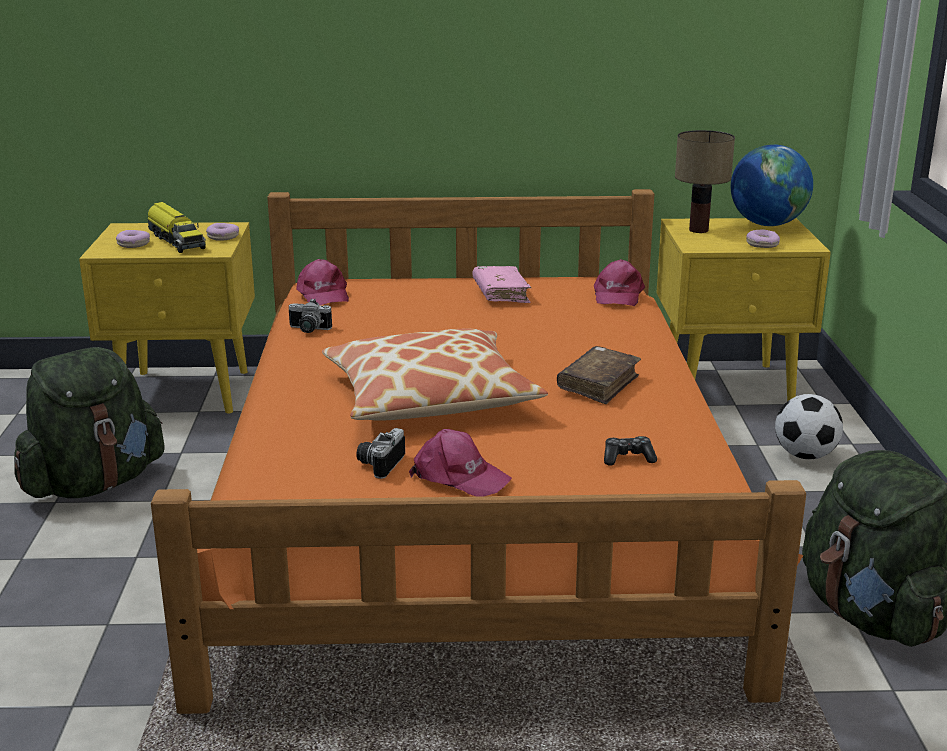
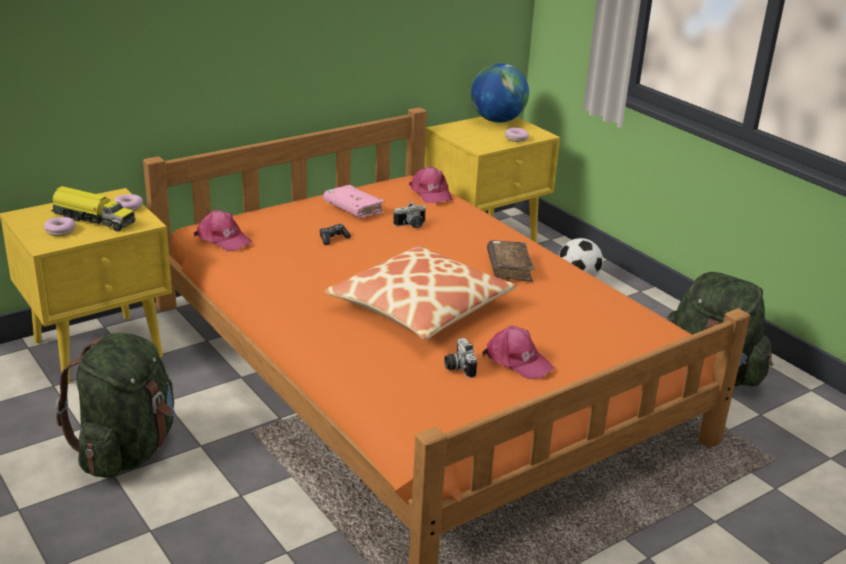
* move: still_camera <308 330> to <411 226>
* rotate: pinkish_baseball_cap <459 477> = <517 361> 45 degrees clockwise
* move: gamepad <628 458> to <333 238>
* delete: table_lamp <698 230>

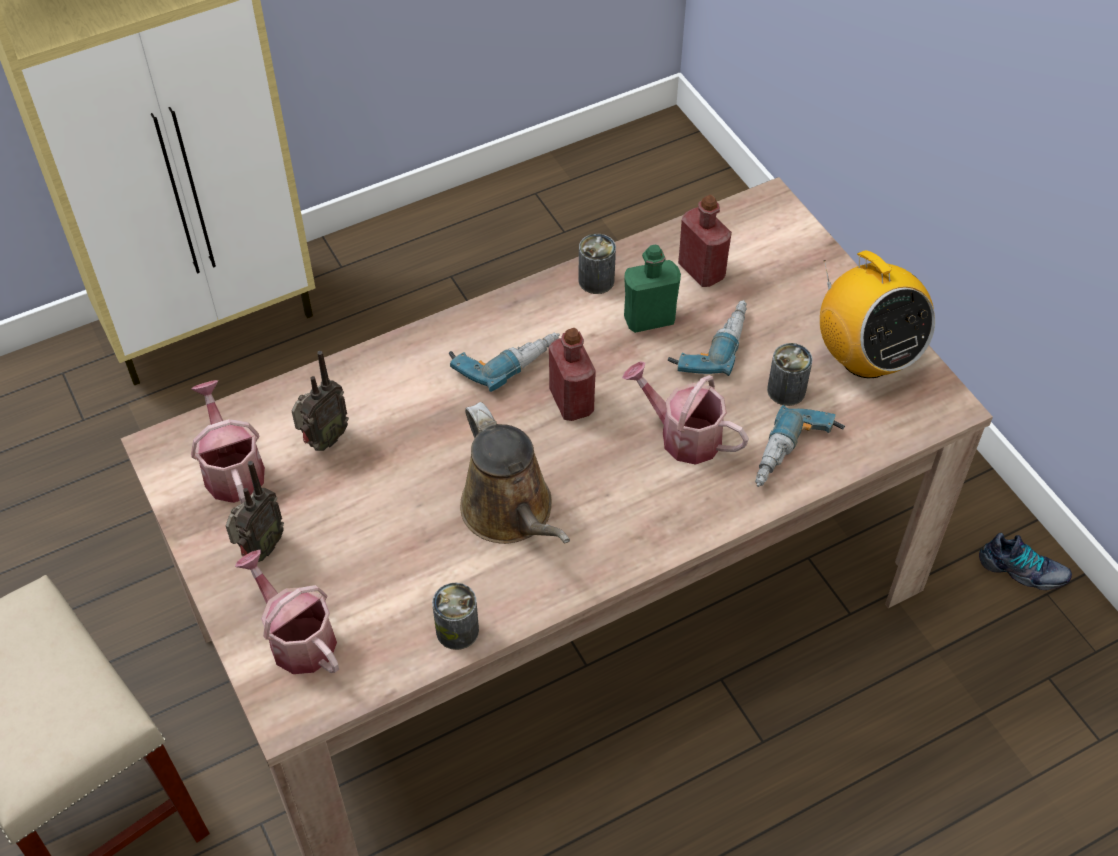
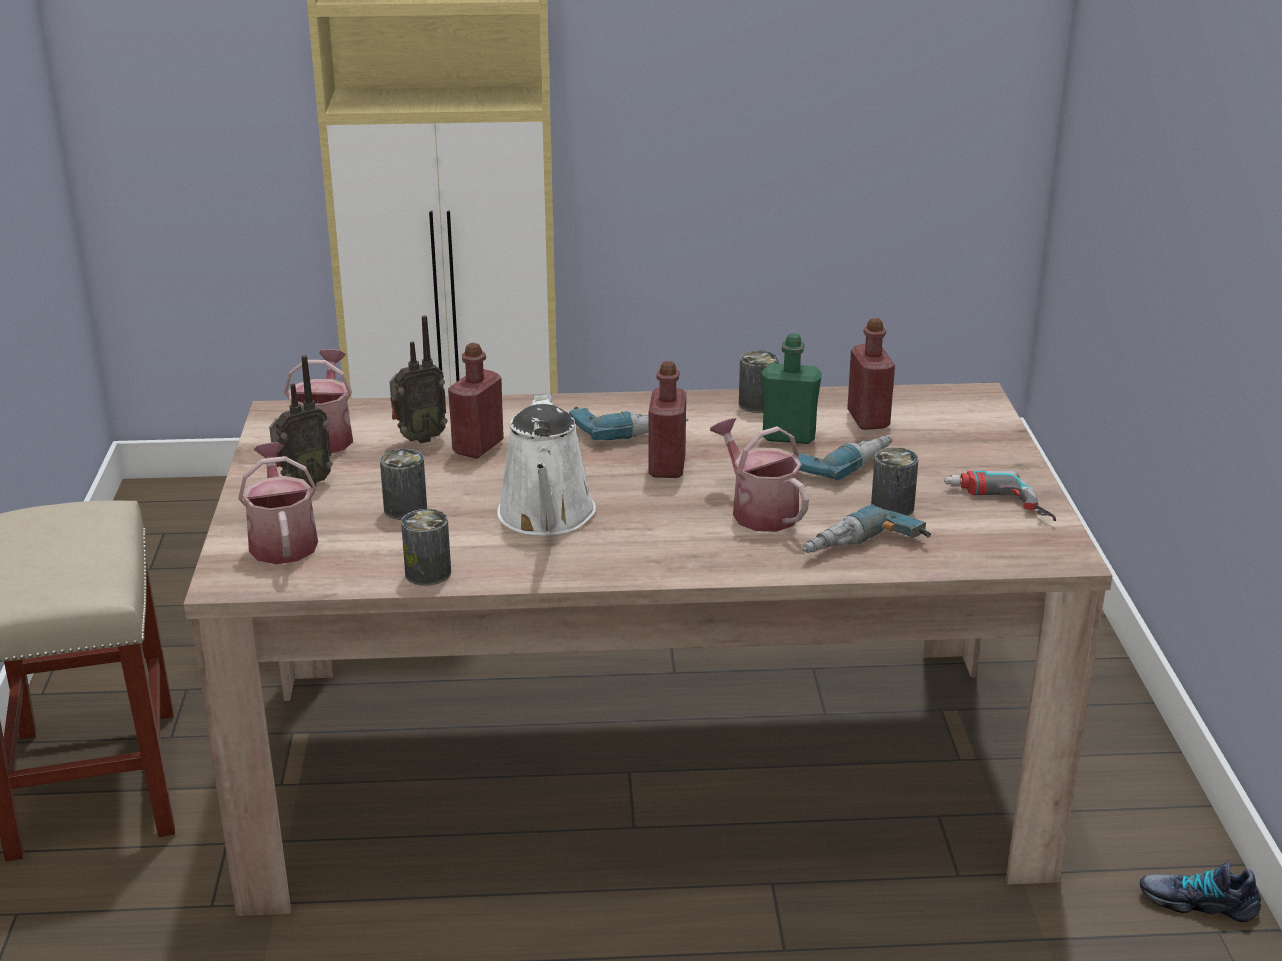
* recolor: brown_sprinkling_can <511 513> to white-coloured_sprinkling_can <546 517>
* replace: radio <865 357> to power_drill <997 506>
* rotate: item_of_footwear <1022 571> = <1197 902> 150 degrees clockwise
* insert: can <405 509>
* insert: reddish_bottle <478 447>

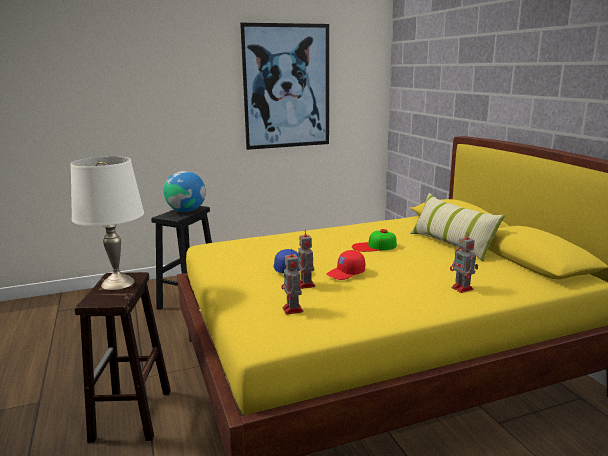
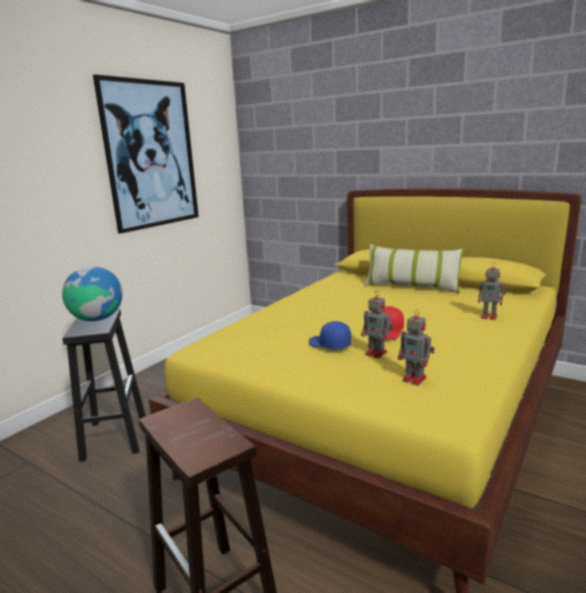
* delete: white-coloured_table_lamp <117 283>
* delete: baseball_cap <374 246>

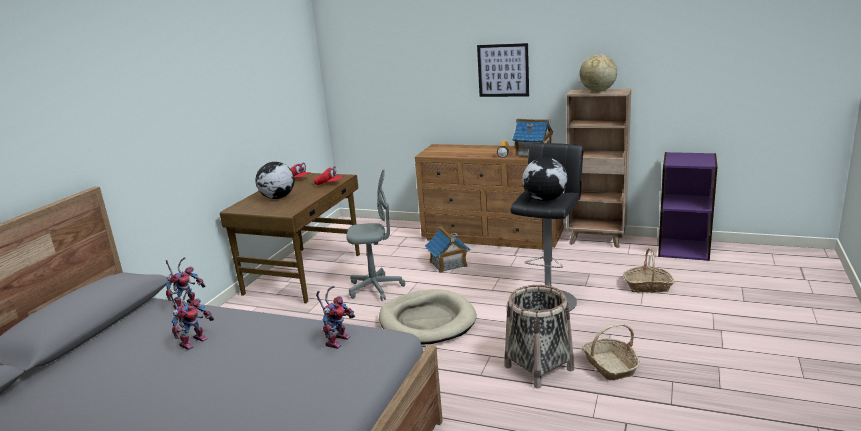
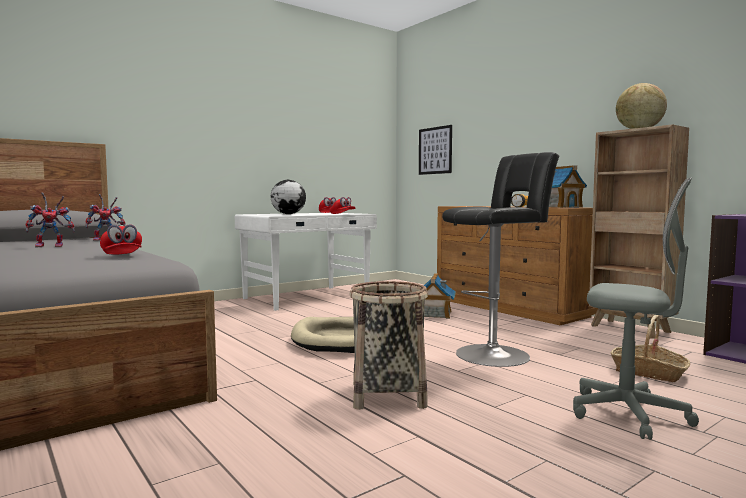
* recolor: brown_desk <305 273> to white-coloured_desk <308 298>
* replace: toy_robot <337 340> to reddish_baseball_cap <122 256>
* move: greyish_computer_chair <375 288> to <628 414>
* move: wall_picture <503 70> to <435 150>
* delete: globe <545 199>
* delete: storage_basket <610 366>

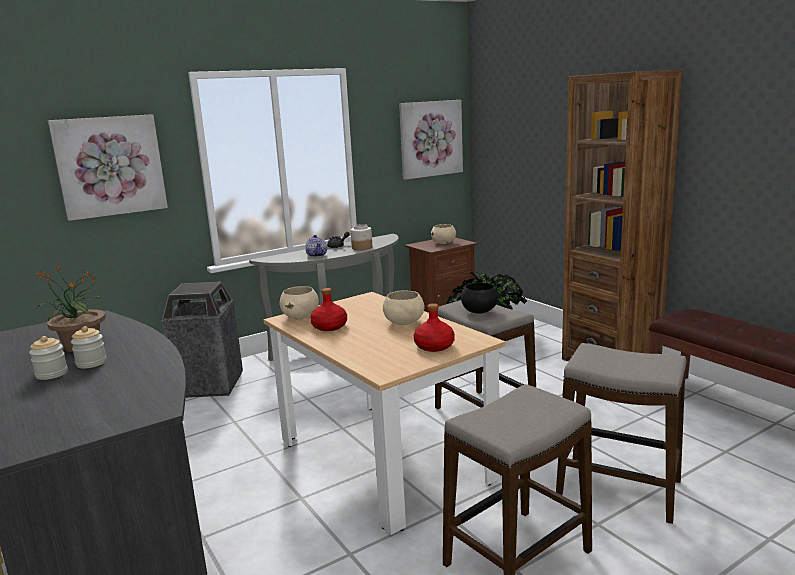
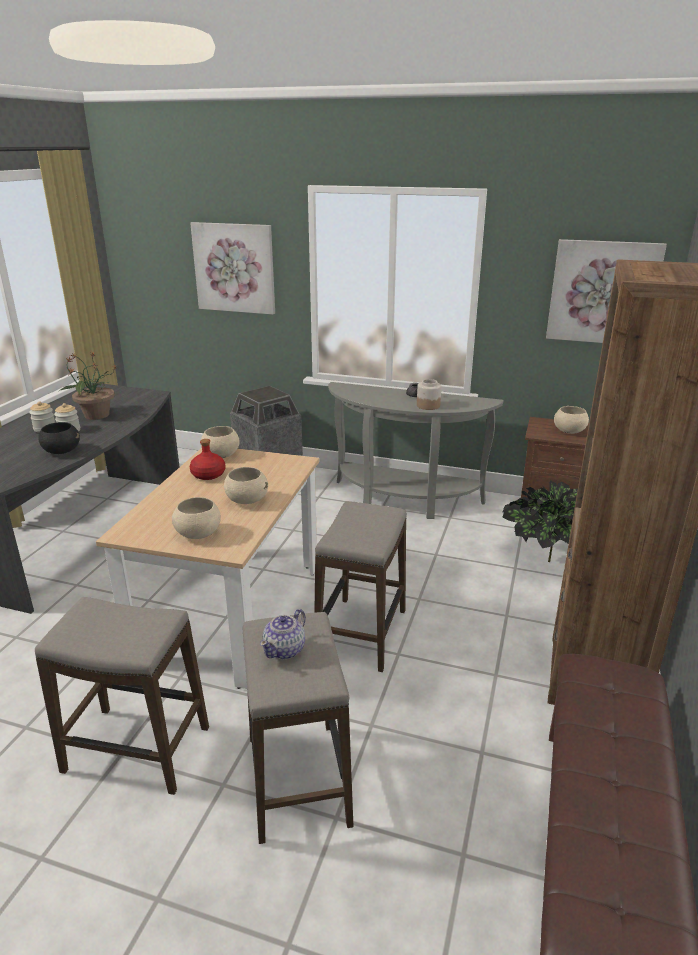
* move: tea_pot <317 255> to <285 649>
* replace: reddish_bottle <434 346> to sand-coloured_bowl <198 534>
* move: black-coloured_bowl <478 311> to <61 451>

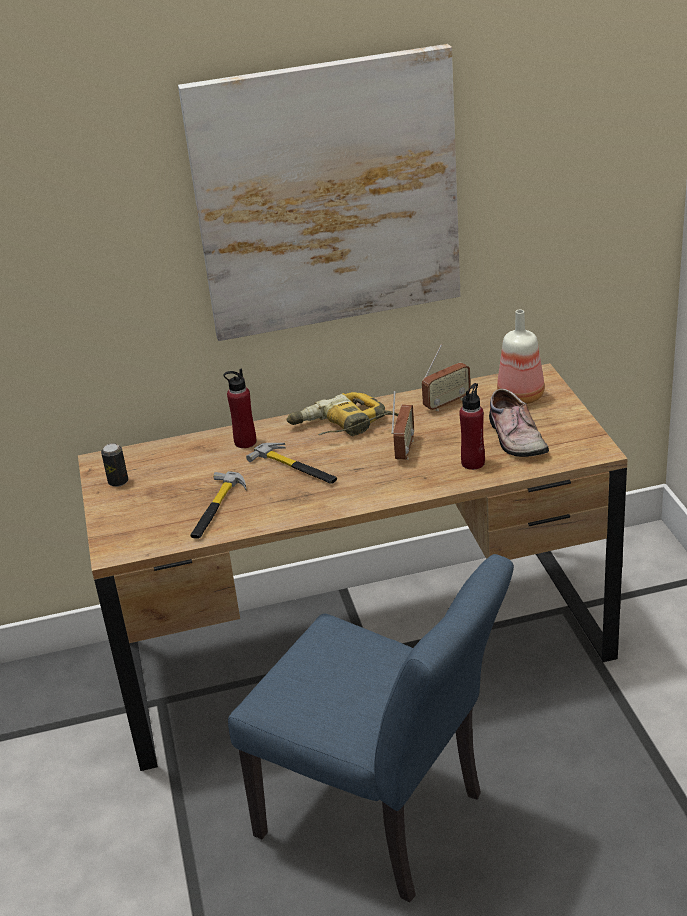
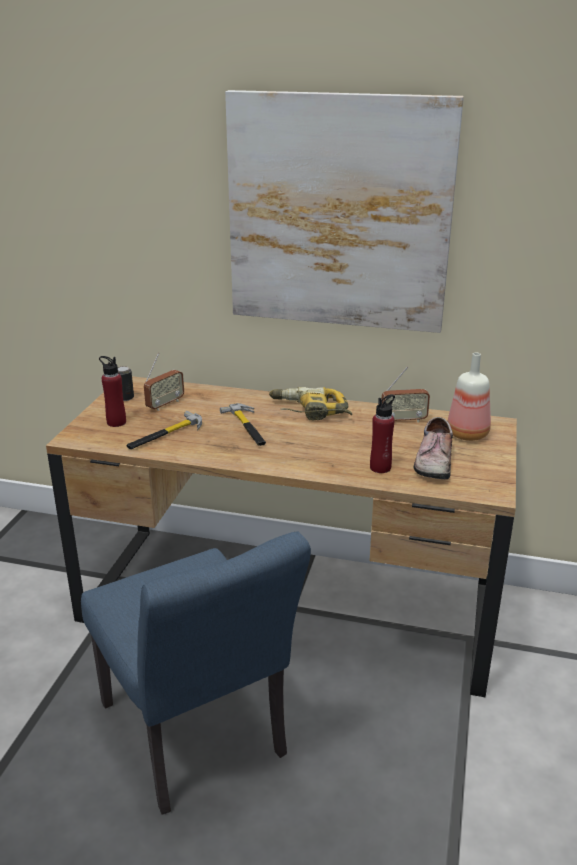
* move: reddish_bottle <245 442> to <116 422>
* move: radio <404 449> to <165 404>

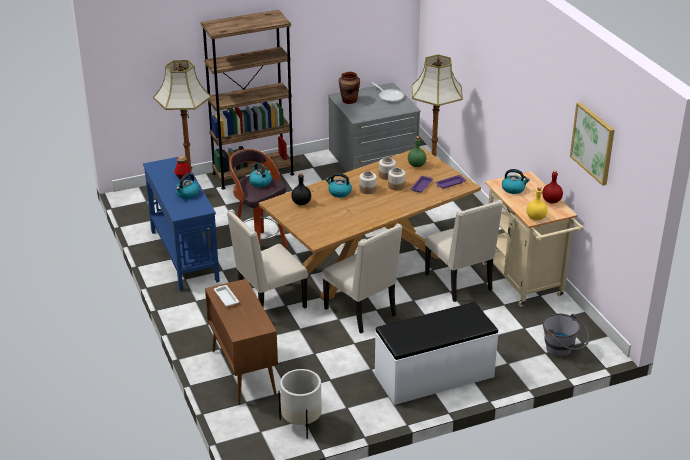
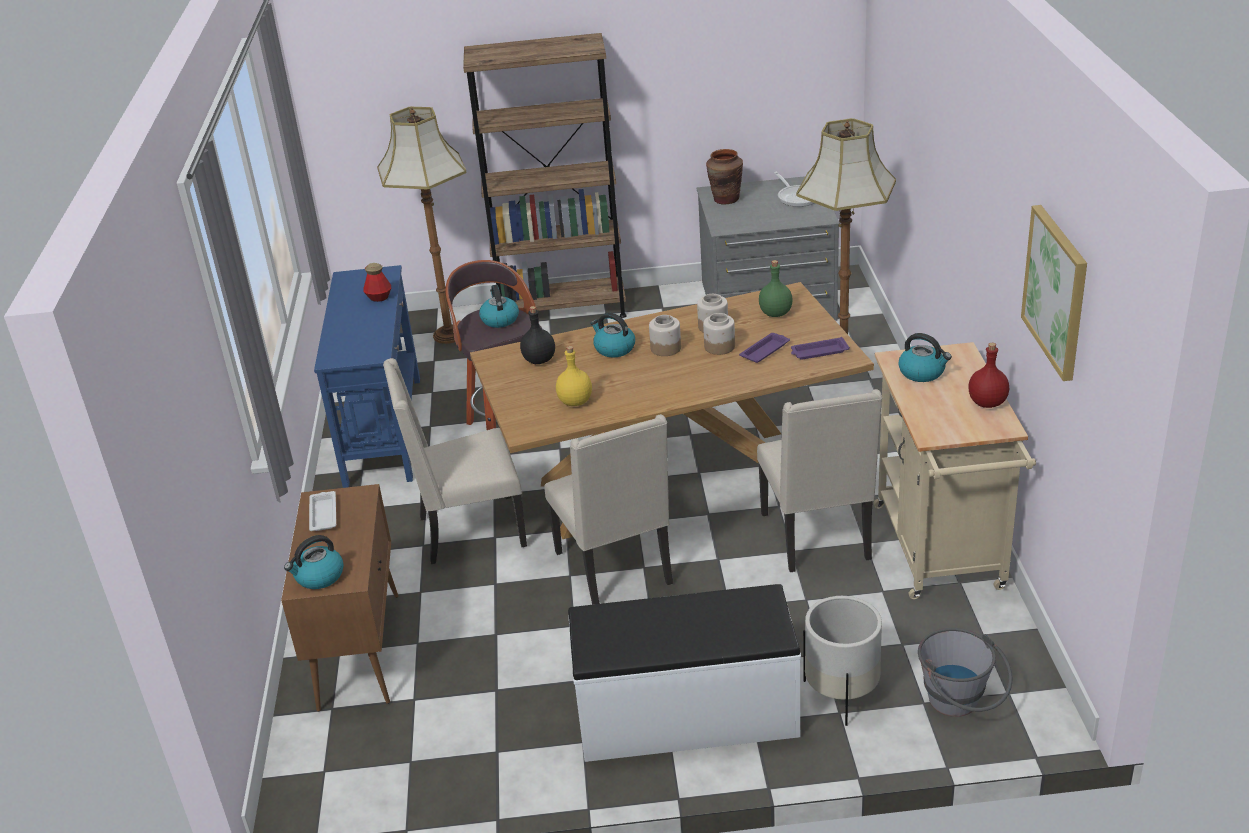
* move: water_kettle <187 194> to <319 577>
* move: white-coloured_plant_pot <301 423> to <842 694>
* move: yellow_bottle <536 218> to <576 402>

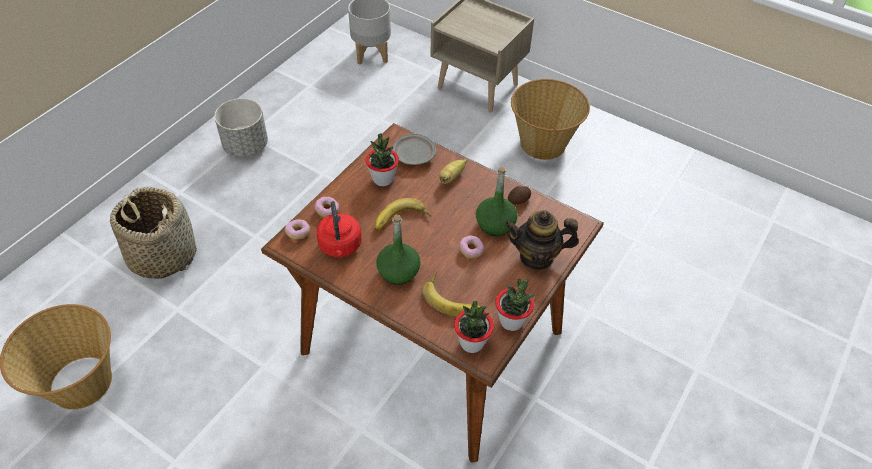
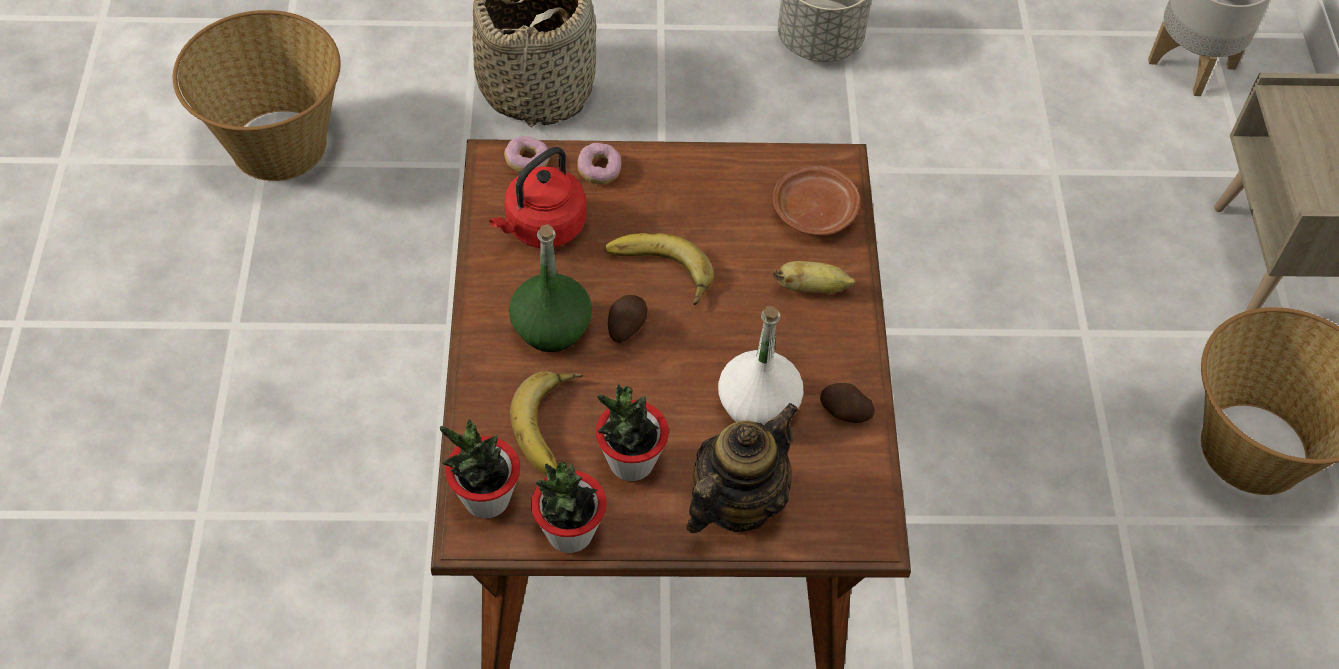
* move: plant_in_a_pot <383 179> to <631 462>
* recolor: greyish_dinner_plate <413 155> to brown_dinner_plate <814 210>
* delete: ring_doughnut <471 250>
* recolor: green-coloured_bottle <495 224> to white-coloured_bottle <758 404>
* rotate: tea_pot <537 257> = <737 502> 75 degrees clockwise
* insert: potato <626 325>

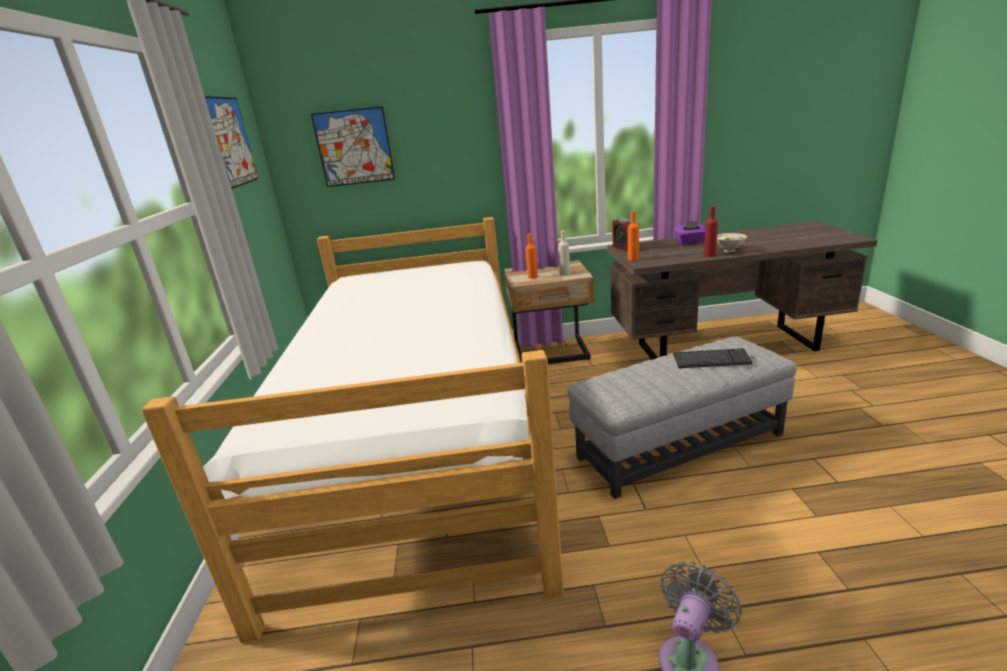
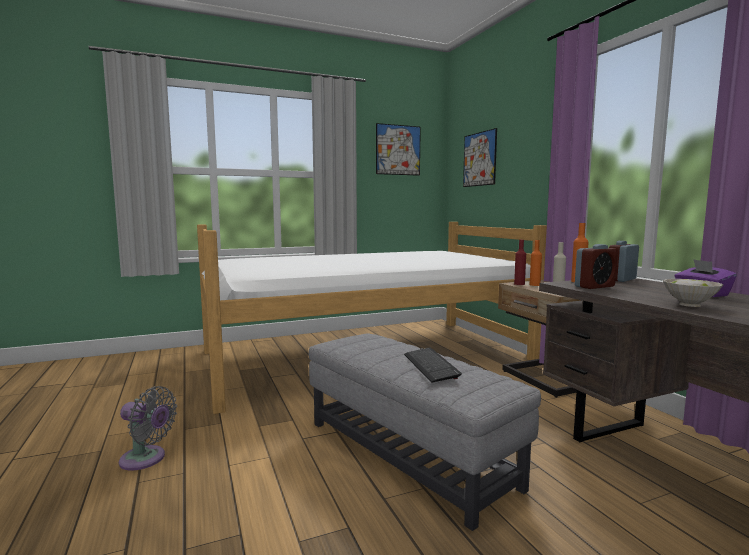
* move: reddish_bottle <709 255> to <519 284>
* insert: table_clock <594 286>

